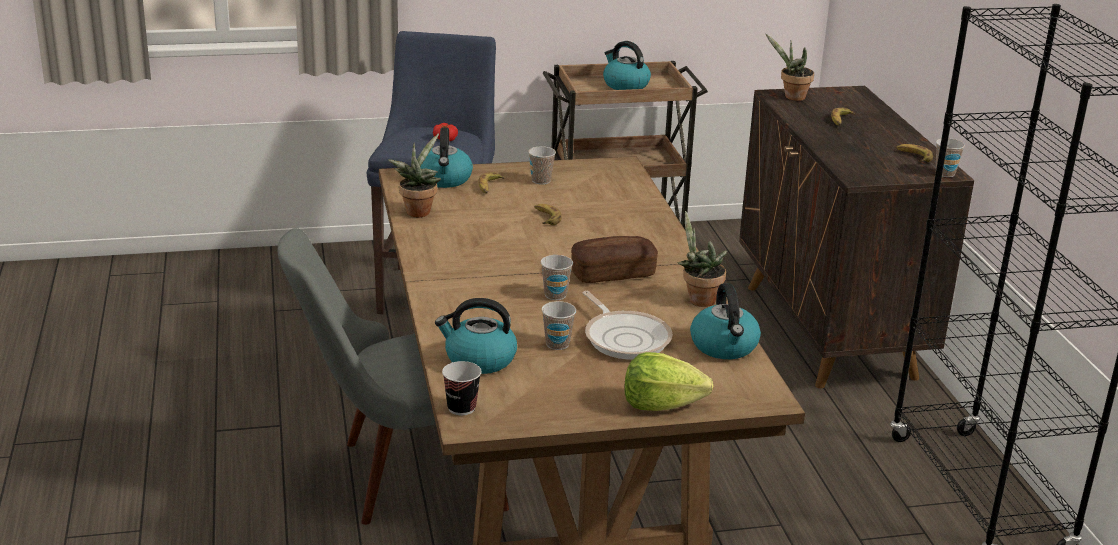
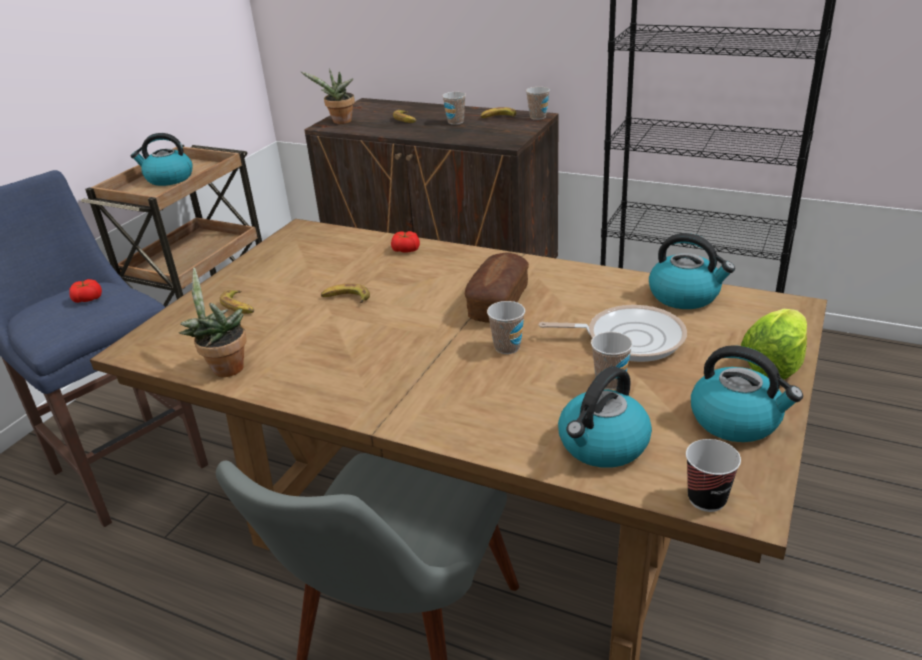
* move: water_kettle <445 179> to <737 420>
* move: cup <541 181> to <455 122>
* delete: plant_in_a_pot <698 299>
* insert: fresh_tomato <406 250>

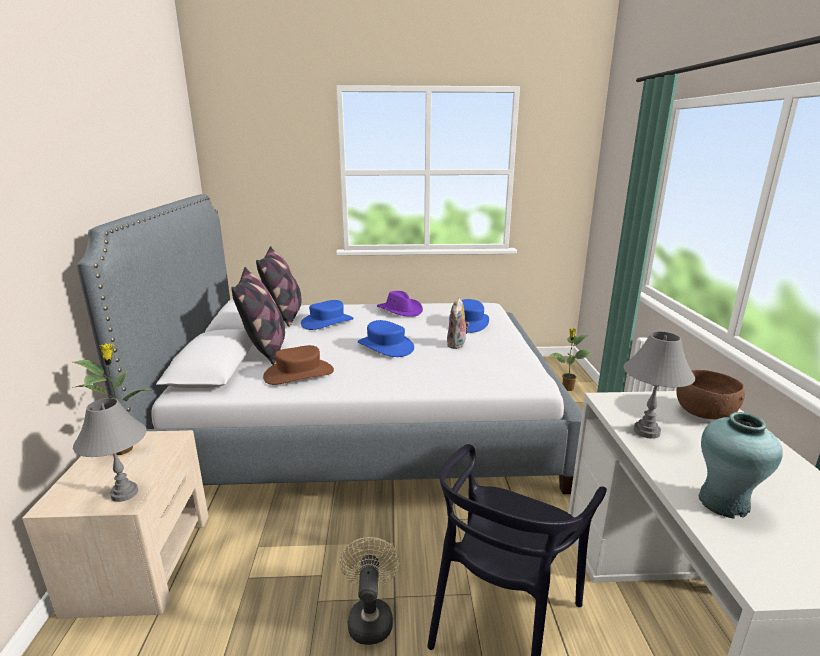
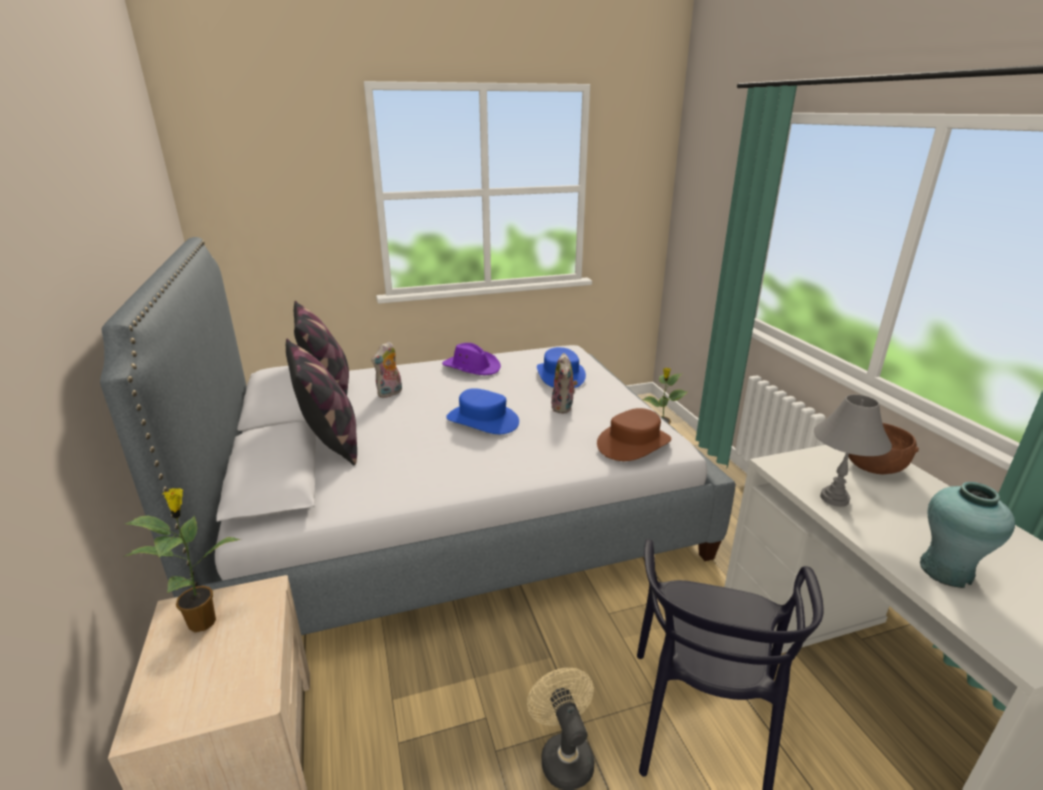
* delete: greyish_table_lamp <124 494>
* move: brown_hat <299 373> to <633 443>
* replace: bluish_hat <327 322> to cuddly_toy <390 393>

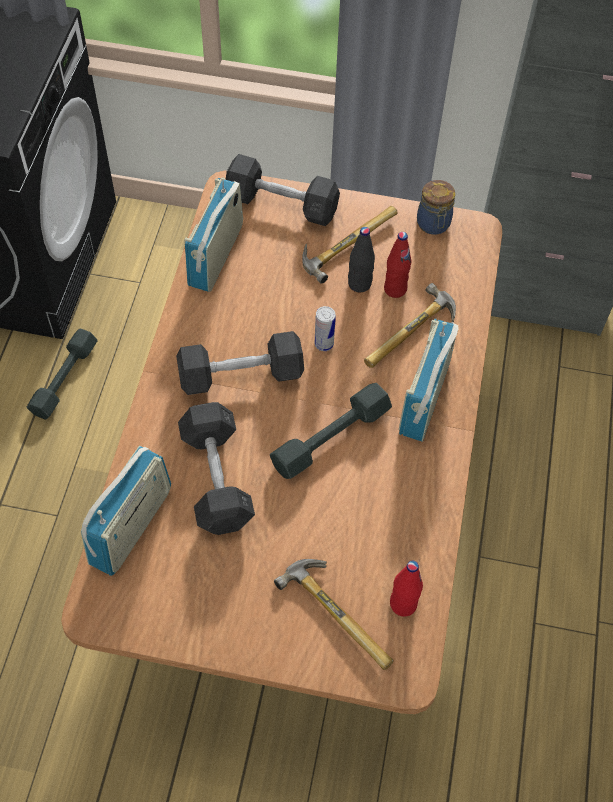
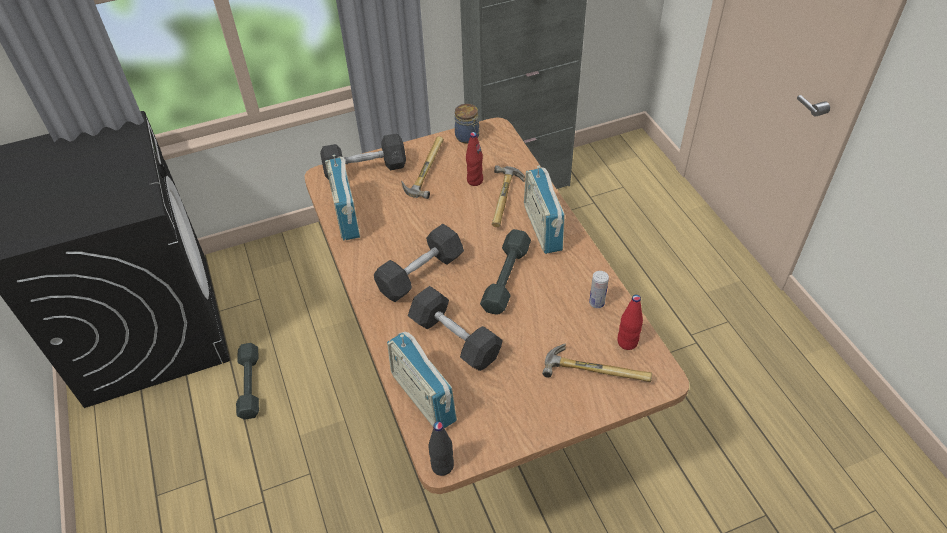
* rotate: radio <131 526> = <423 397> 150 degrees clockwise
* move: can <324 344> to <596 303>
* move: black-coloured_bottle <359 284> to <442 466>

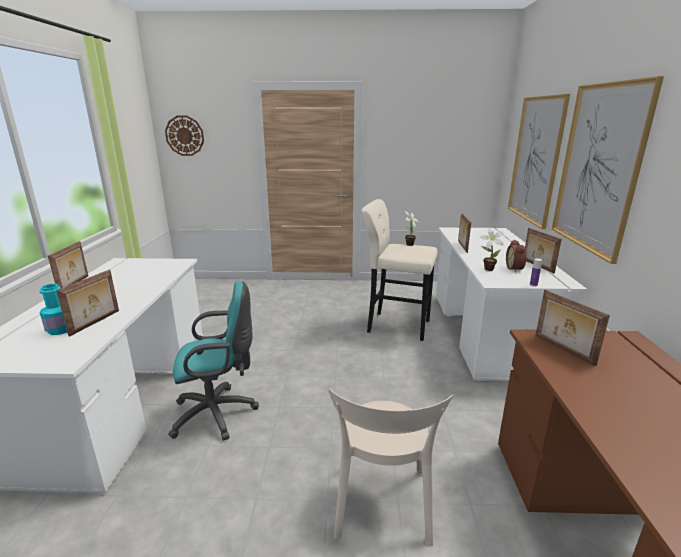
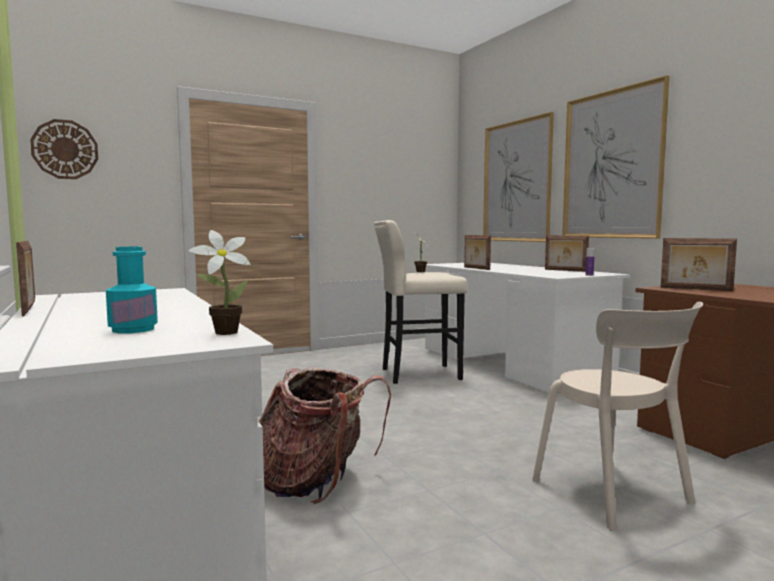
* delete: standing_frame <96 323>
* replace: turquoise_computer_chair <219 413> to rucksack <315 482>
* move: plant_in_a_pot <487 269> to <222 332>
* delete: table_clock <515 268>

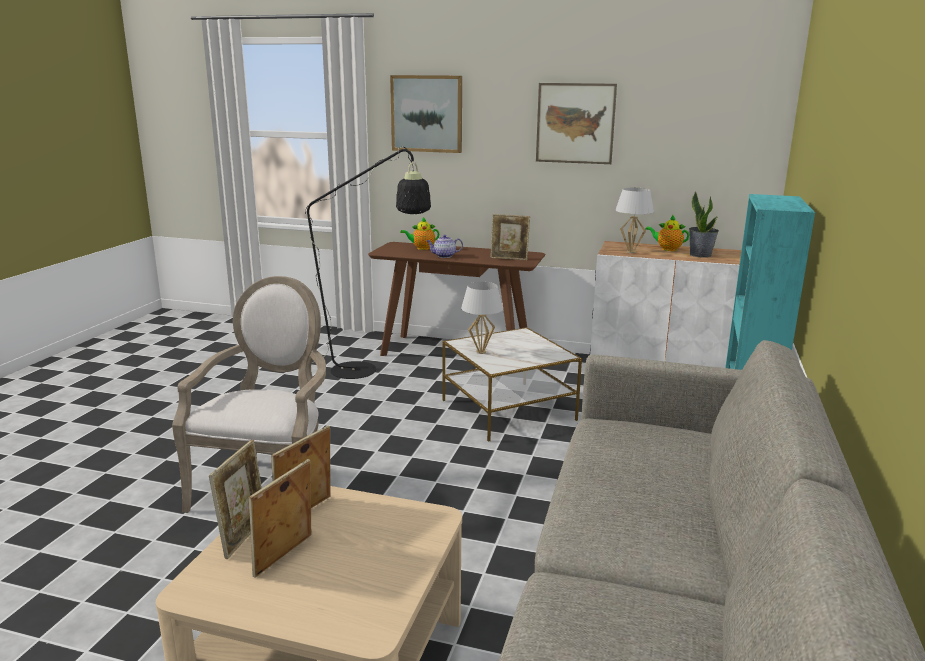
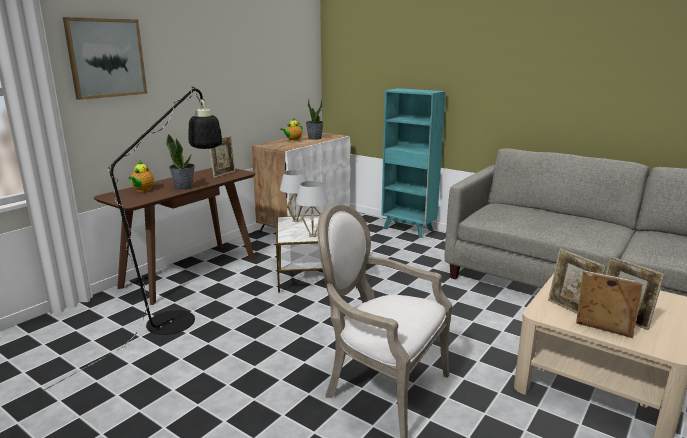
* replace: tea_pot <444 256> to plant_in_a_pot <184 187>
* delete: wall_picture <575 123>
* move: white-coloured_table_lamp <630 252> to <296 220>

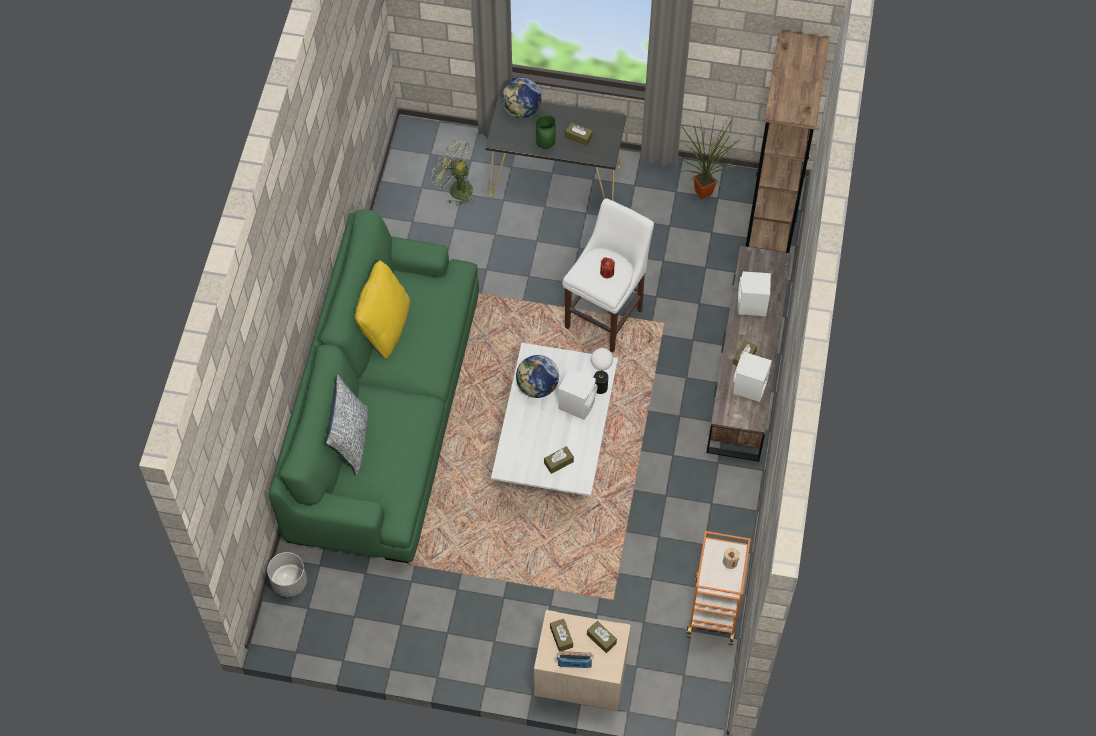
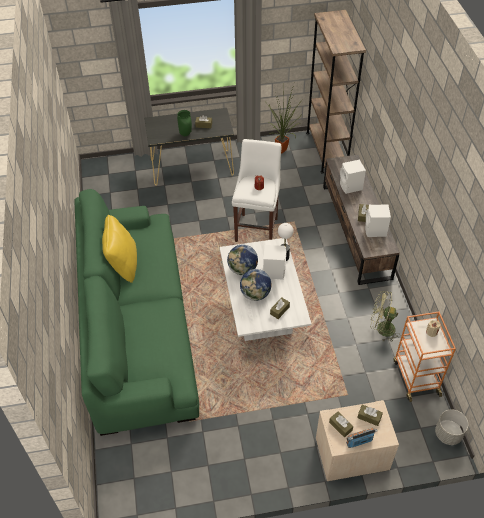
* move: greyish_plant_pot <289 582> to <448 434>
* delete: cushion <350 440>
* move: green-coloured_electric_fan <455 188> to <381 329>
* move: globe <522 110> to <255 294>

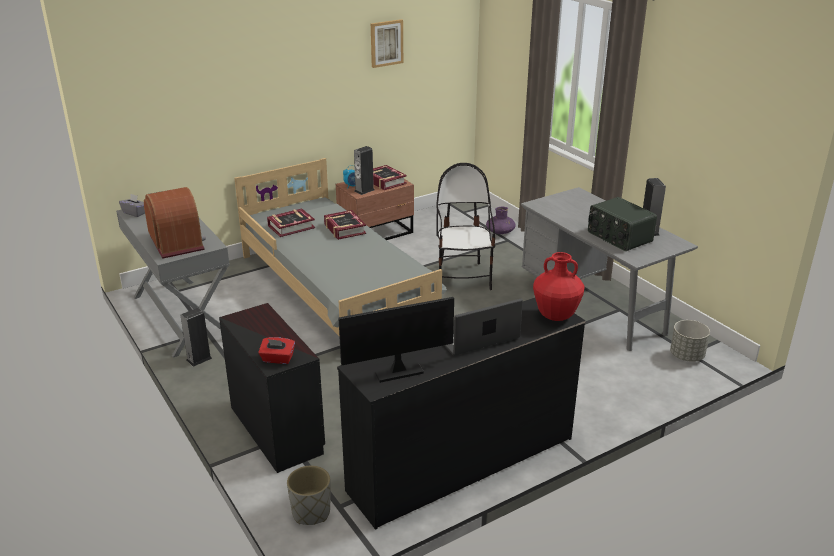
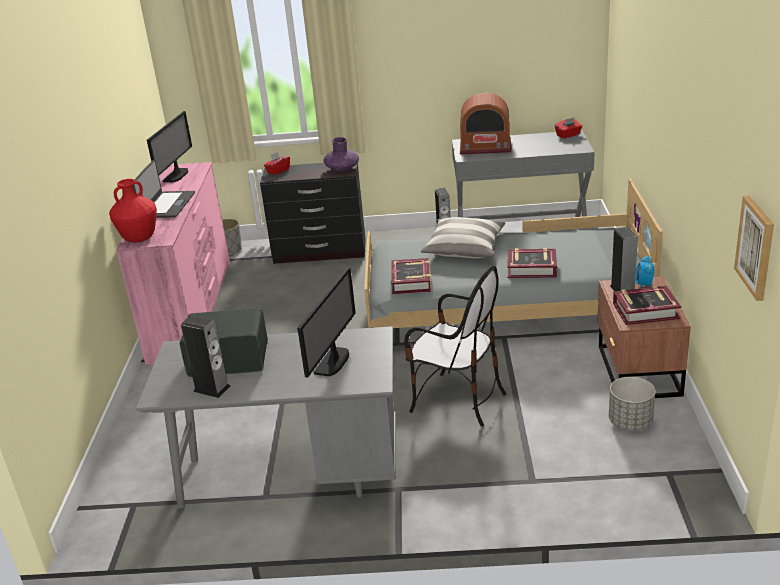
* recolor: greyish_box_of_tissues <135 213> to reddish_box_of_tissues <568 135>
* move: book <291 227> to <411 281>
* recolor: black-coloured_dresser <461 464> to pinkish_dresser <193 310>
* move: wall_picture <386 43> to <756 247>
* move: purplish_decorative_vase <500 232> to <342 169>
* move: greyish_plant_pot <687 356> to <630 422>
* insert: computer_screen <333 362>
* insert: cushion <464 249>

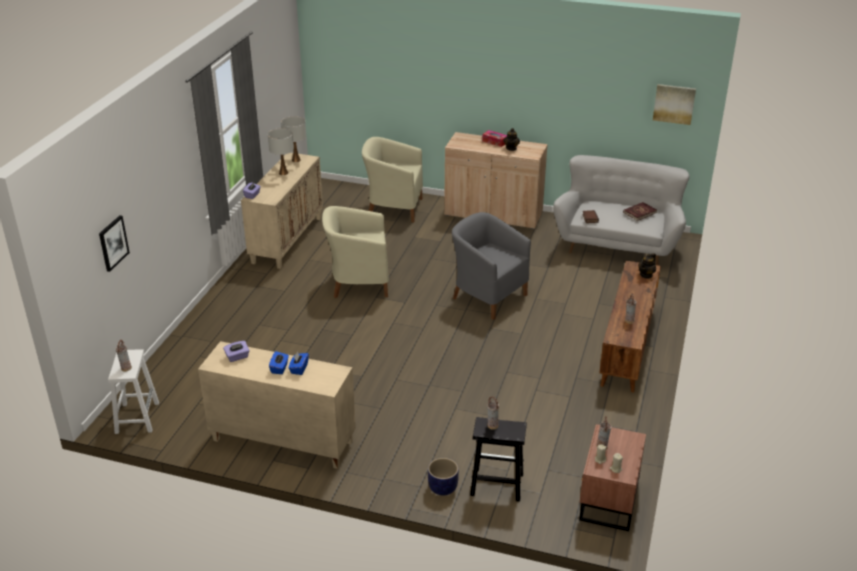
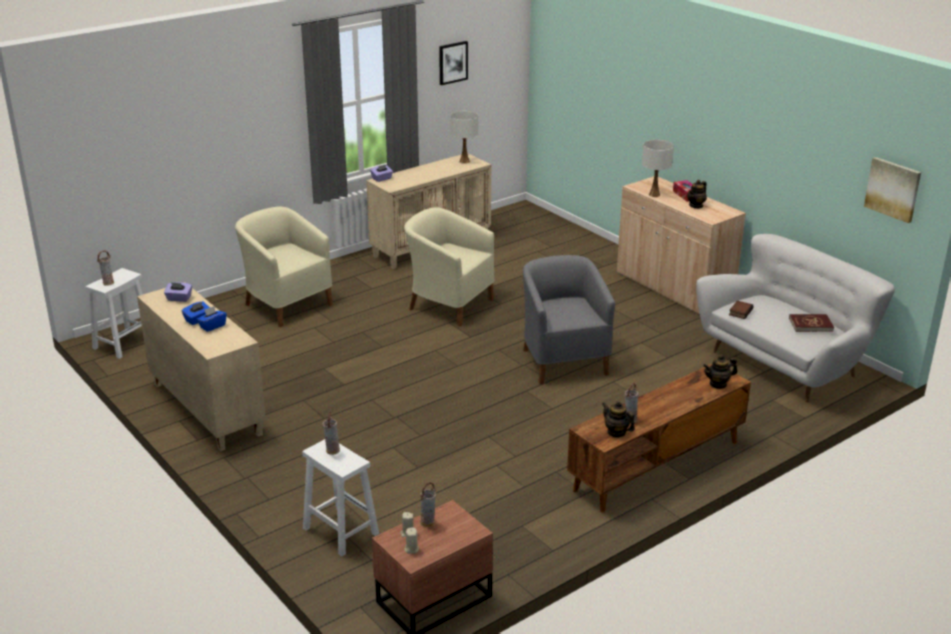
* move: wall_picture <113 243> to <453 62>
* move: white-coloured_table_lamp <283 173> to <654 194>
* move: sand-coloured_armchair <393 208> to <286 304>
* delete: plant_pot <442 488>
* recolor: black-coloured_sitting_stool <496 484> to white-coloured_sitting_stool <339 531>
* insert: tea_pot <616 432>

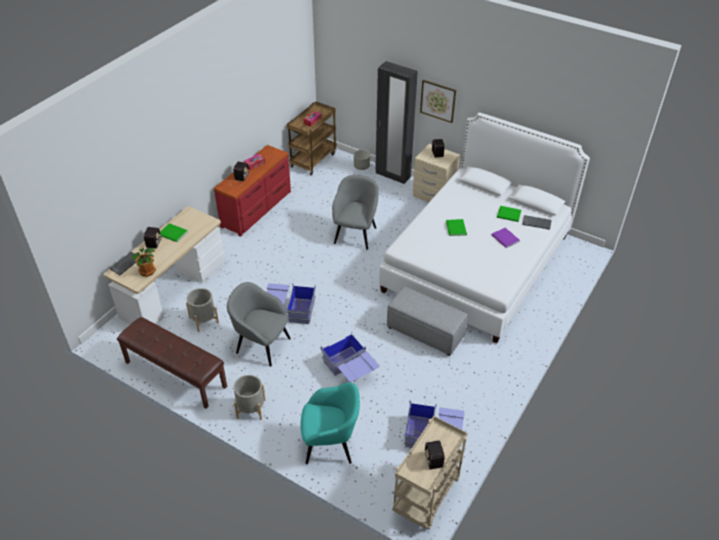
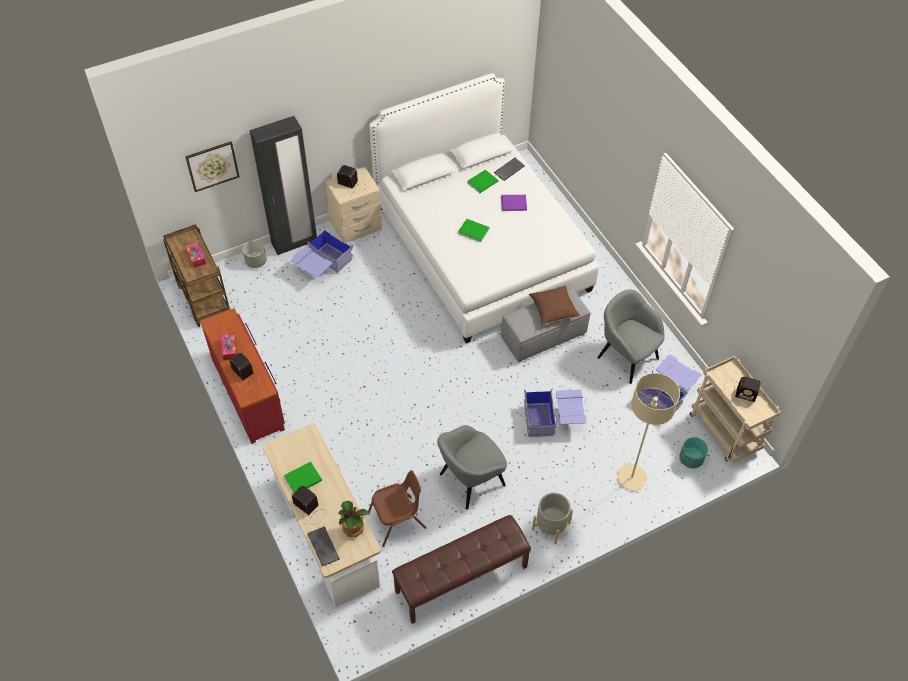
* replace: greyish_plant_pot <204 320> to brown_upright_chair <398 521>
* move: bluish_storage_bin <289 310> to <323 266>
* replace: turquoise_armchair <330 444> to sand-coloured_standard_lamp <631 478>
* move: greyish_armchair <355 234> to <626 357>
* move: wall_picture <438 101> to <212 166>
* insert: brown_cushion <553 310>
* insert: turquoise_plant_pot <691 459>

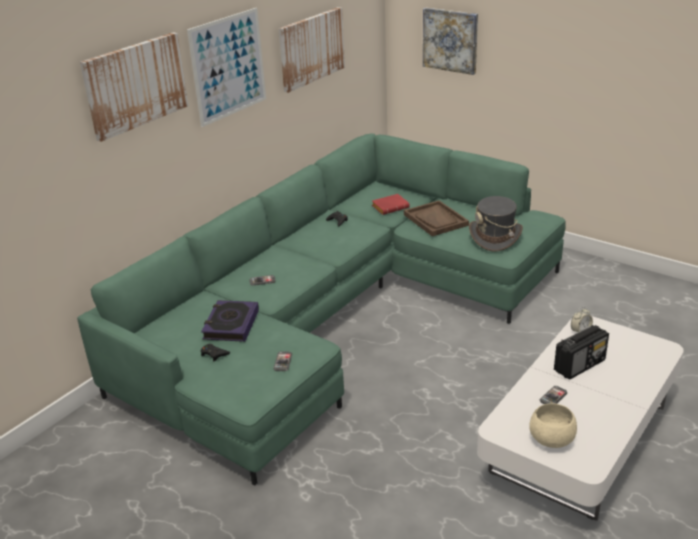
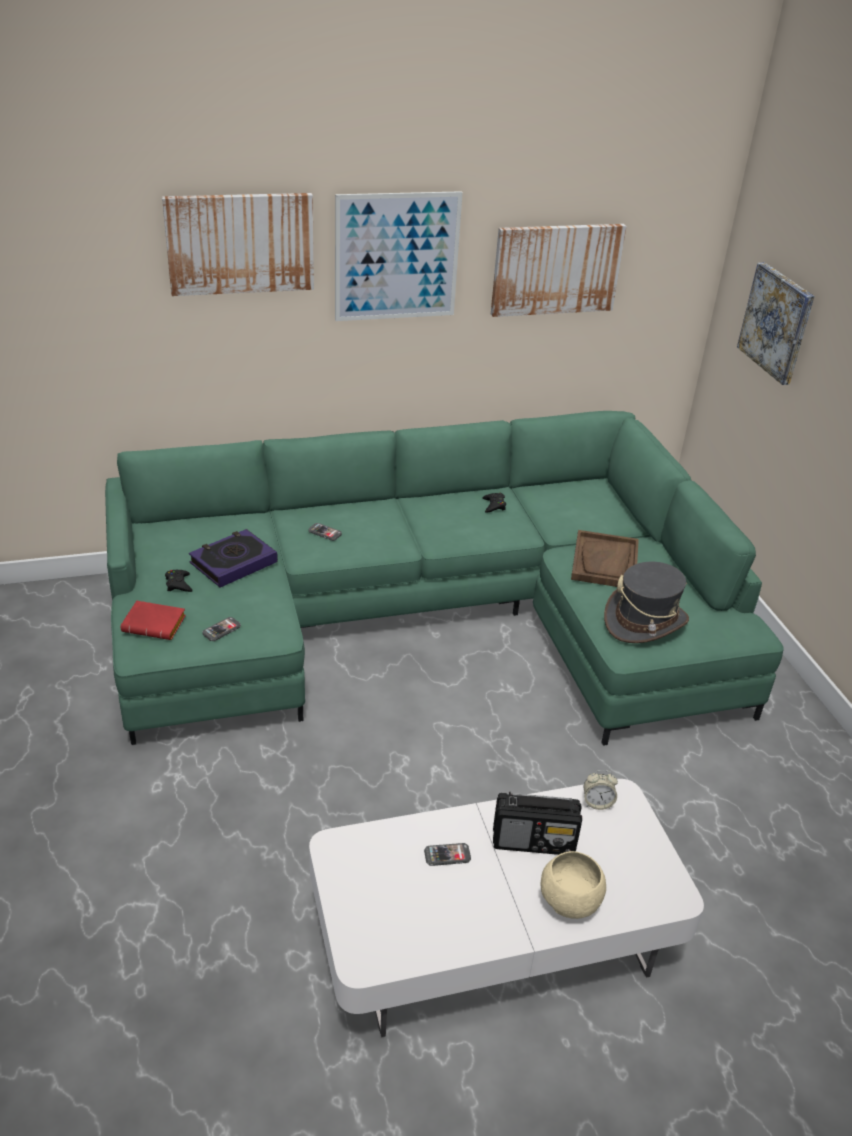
* move: reddish_book <390 207> to <156 624>
* move: sand-coloured_bowl <551 439> to <570 900>

